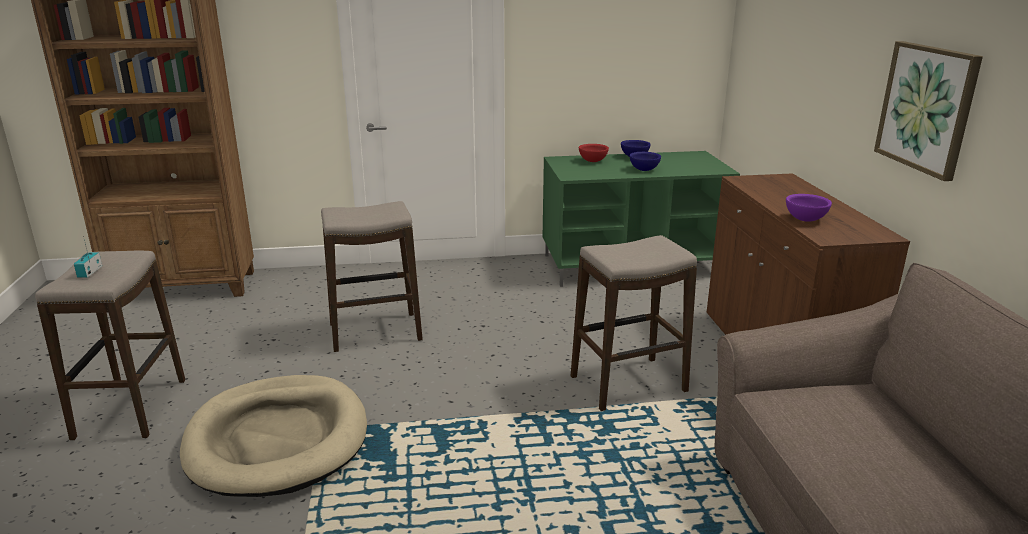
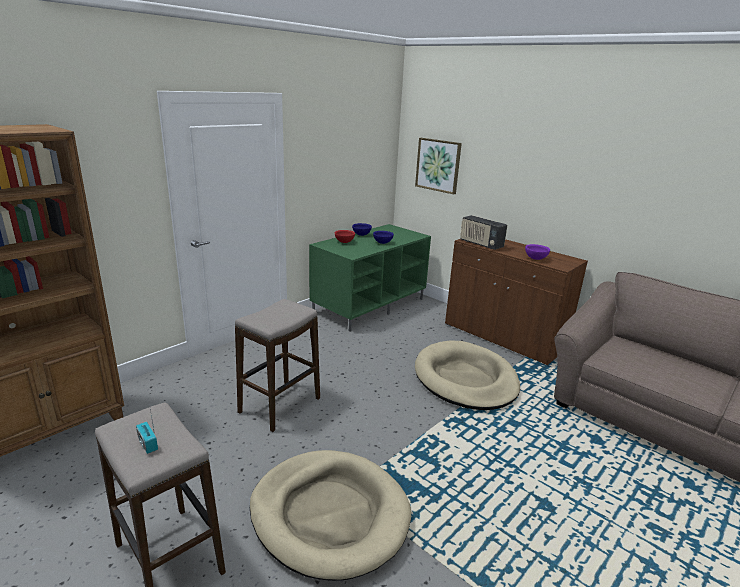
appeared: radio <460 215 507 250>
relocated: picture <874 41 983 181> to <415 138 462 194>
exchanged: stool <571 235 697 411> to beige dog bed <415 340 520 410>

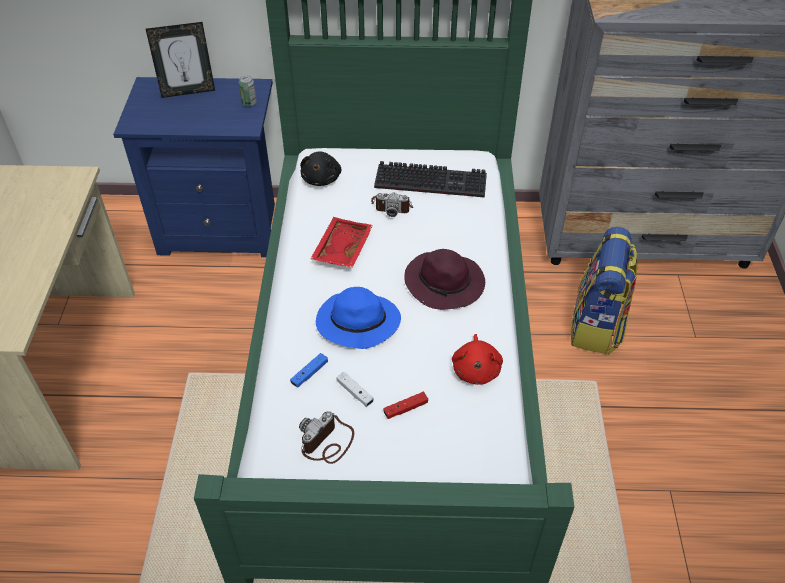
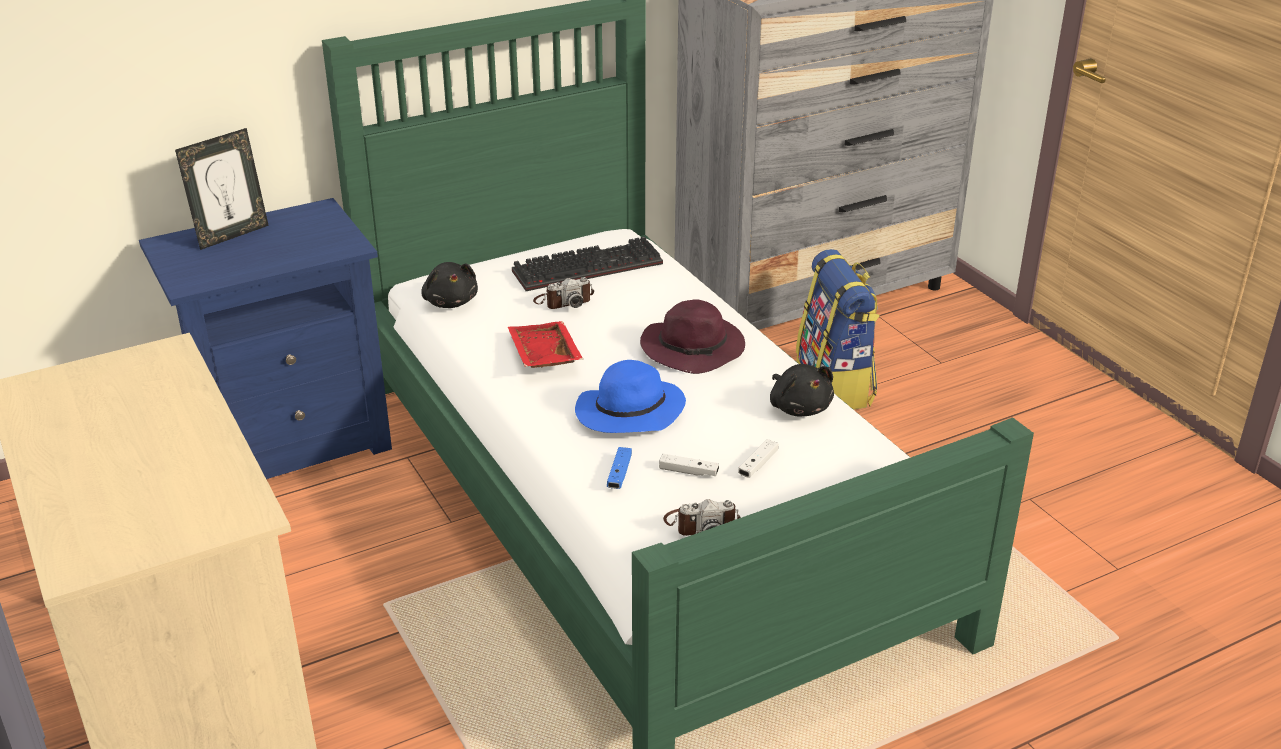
missing: can <239 76 257 107>
colour: red plush toy <452 334 503 385> to black plush toy <770 364 834 416>; red game controller <384 392 428 419> to white game controller <738 439 779 478>
spun: photo camera <299 411 354 464> = <663 499 741 536> 105 degrees counterclockwise

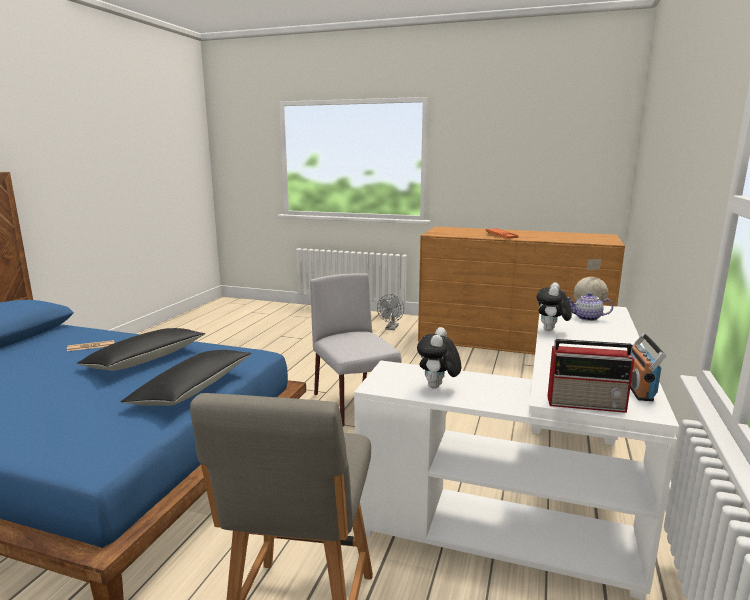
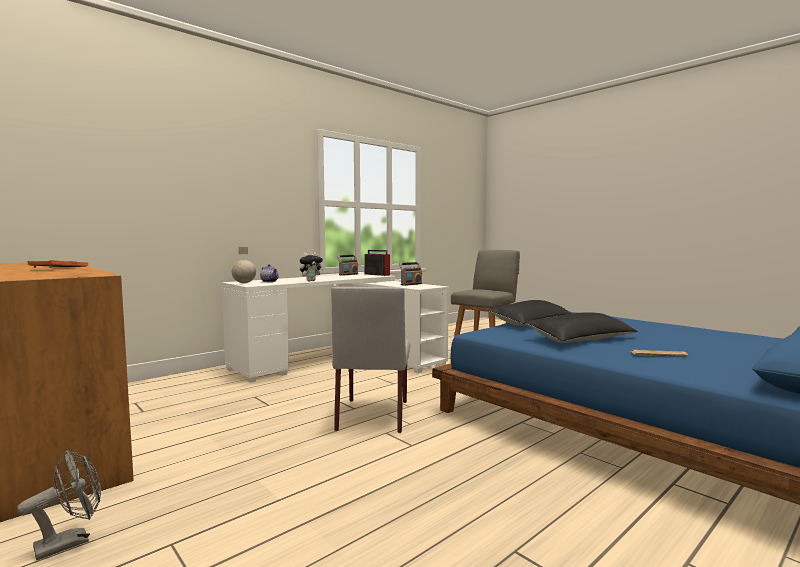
exchanged: plush toy <417 327 461 389> to radio <399 262 422 286>

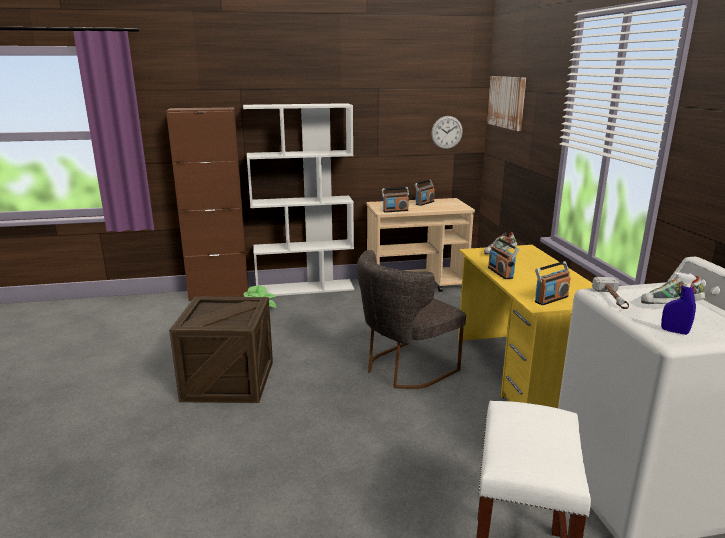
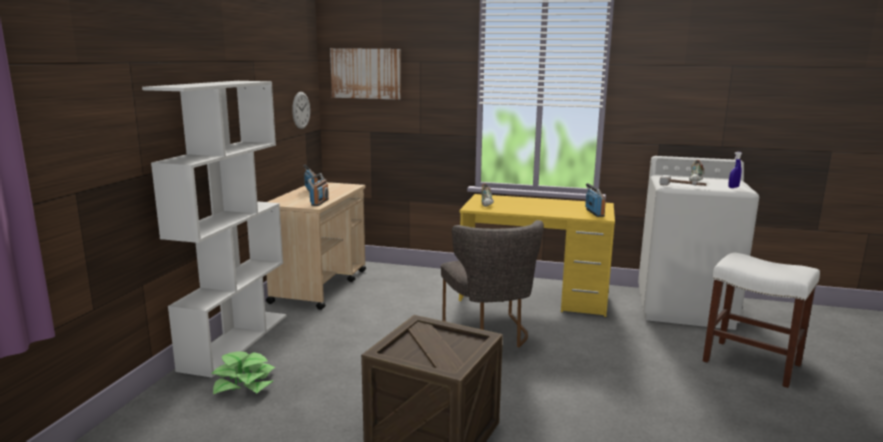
missing: brown cabinet <166 107 248 301>; radio <488 238 519 279>

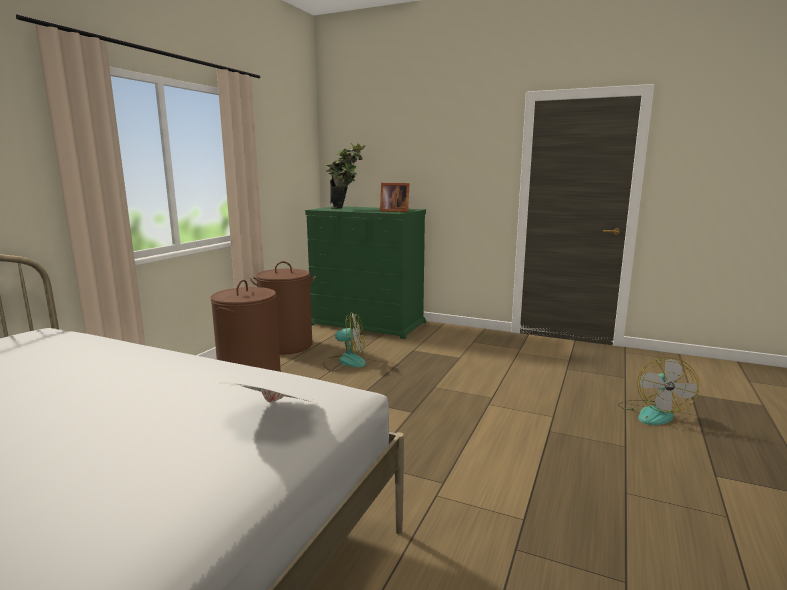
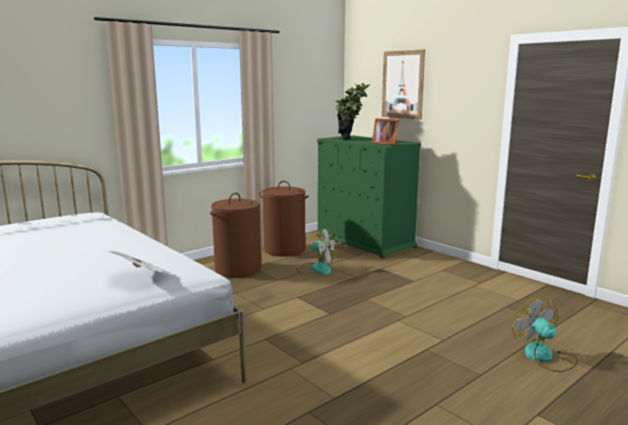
appeared: picture <382 50 425 119>
spun: fan <618 357 699 425> = <512 298 578 372> 120 degrees clockwise

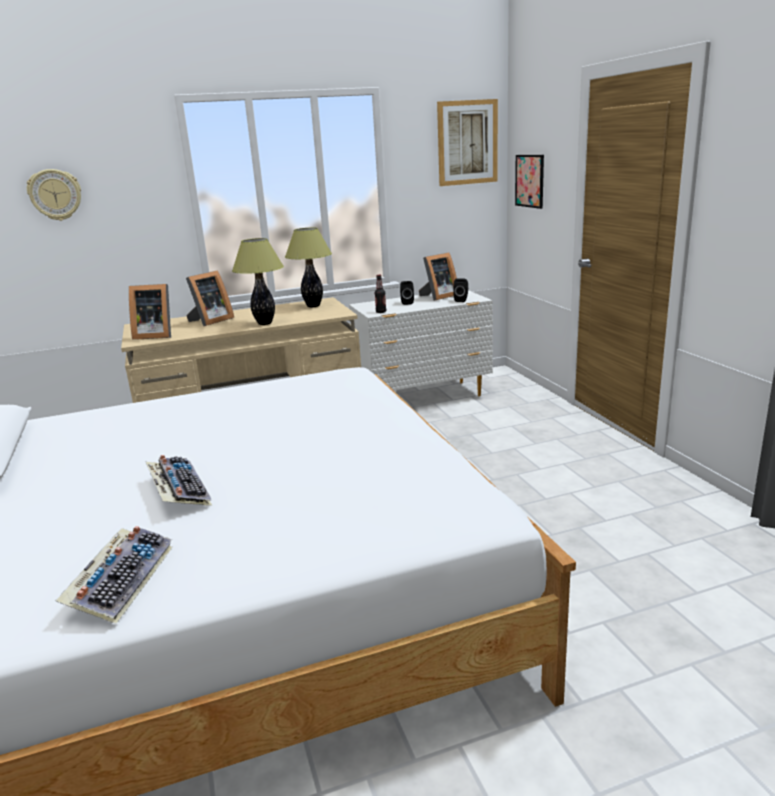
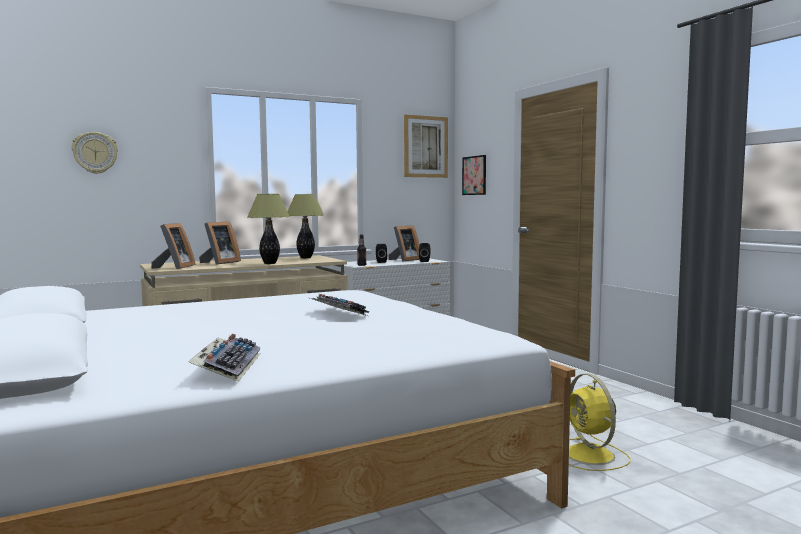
appeared: yellow fan <569 373 631 471>
relocated: keyboard <146 455 212 506> to <310 294 369 316>
spun: picture frame <129 284 171 340> = <151 223 195 269> 75 degrees counterclockwise

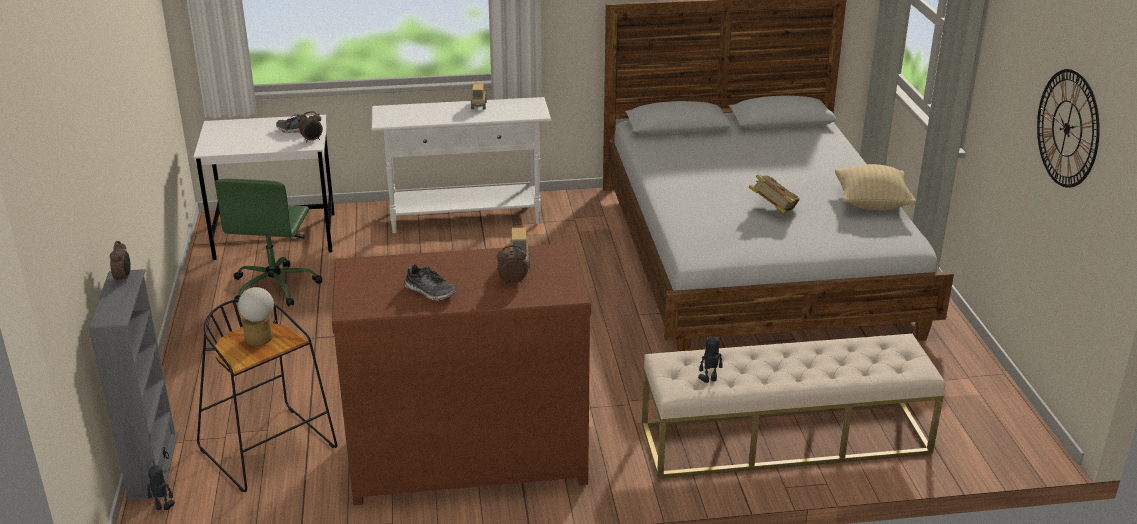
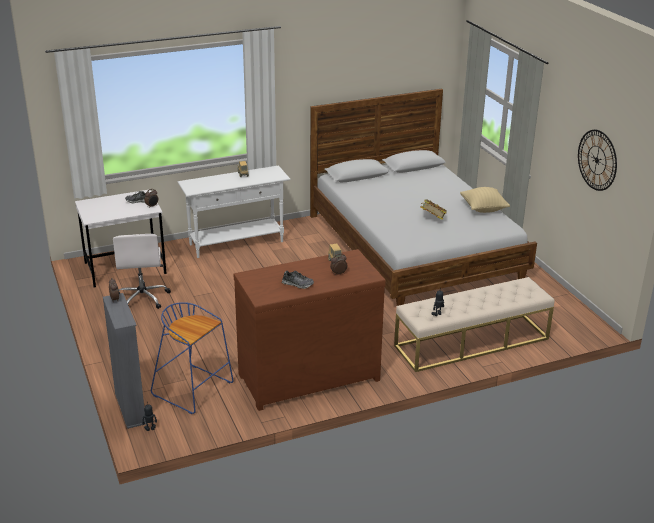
missing: table lamp <238 287 274 346>
colour: green office chair <215 179 323 306> to white office chair <113 234 171 309>; black stool <197 299 337 492> to blue stool <151 302 234 414>

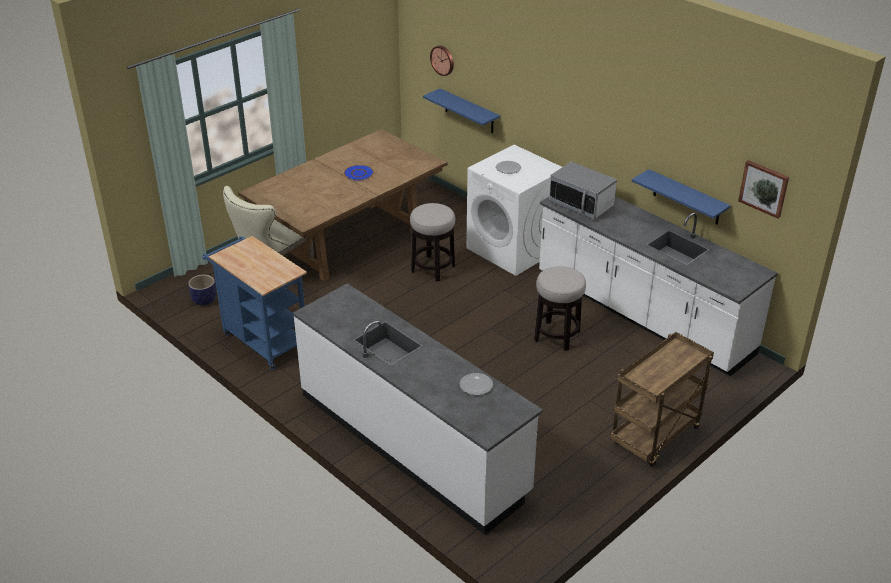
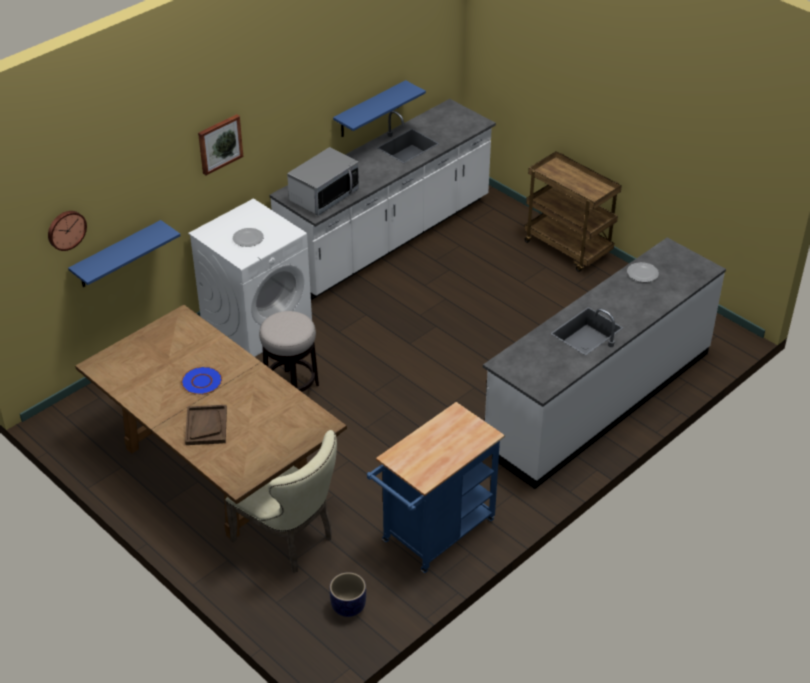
missing: stool <534 266 586 351>
appeared: brown tray <185 405 227 445>
relocated: picture <738 160 789 219> to <198 114 243 175>

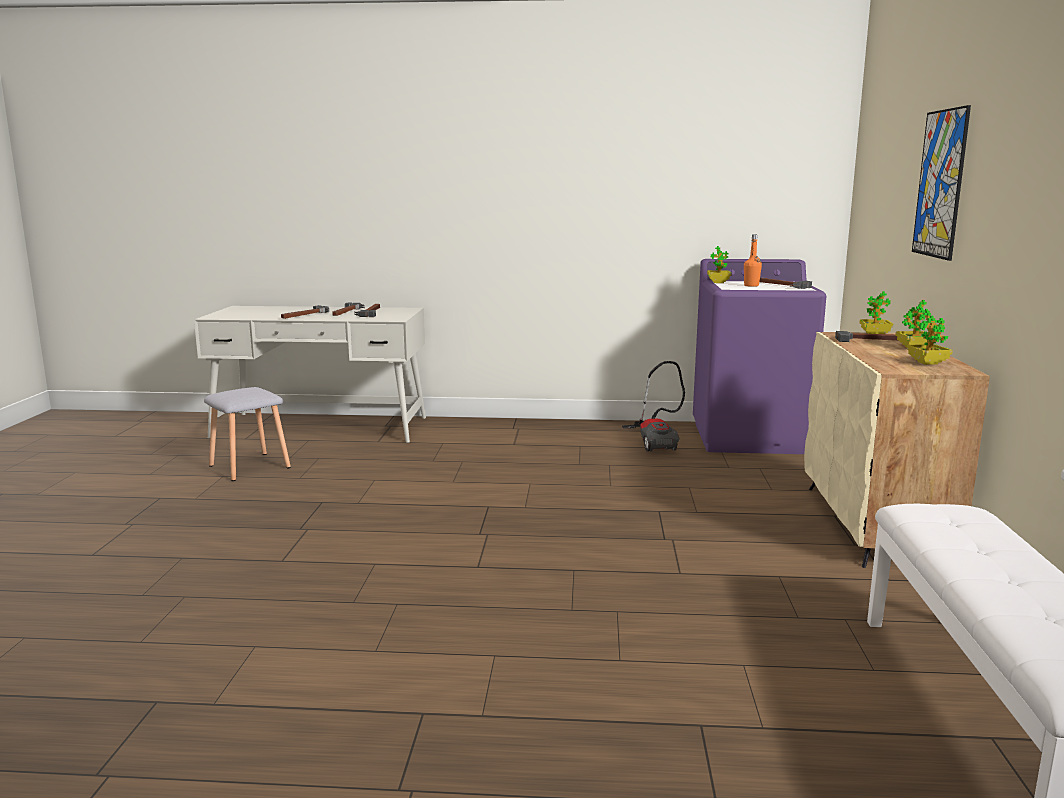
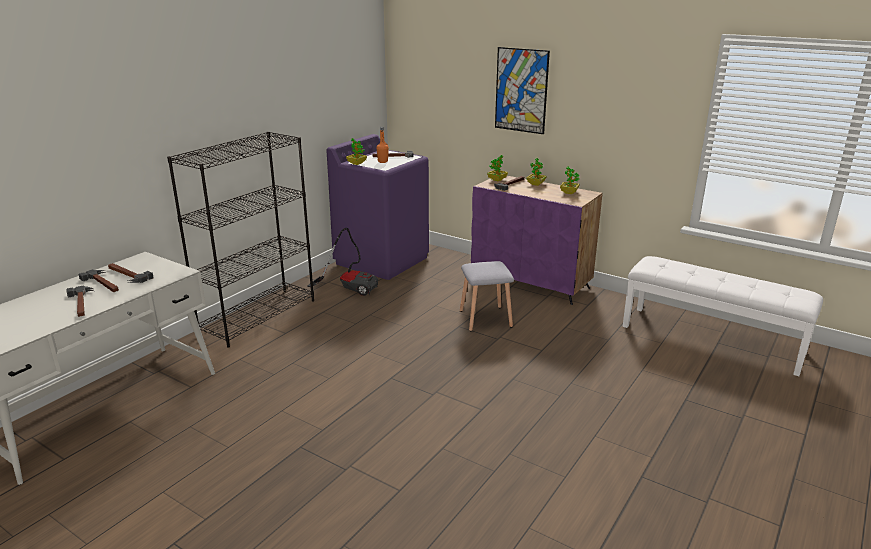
appeared: black bookcase <167 131 314 347>
relocated: grey stool <204 387 291 481> to <460 261 514 331>
colour: beige cabinet <804 332 990 568> to purple cabinet <471 176 602 305>

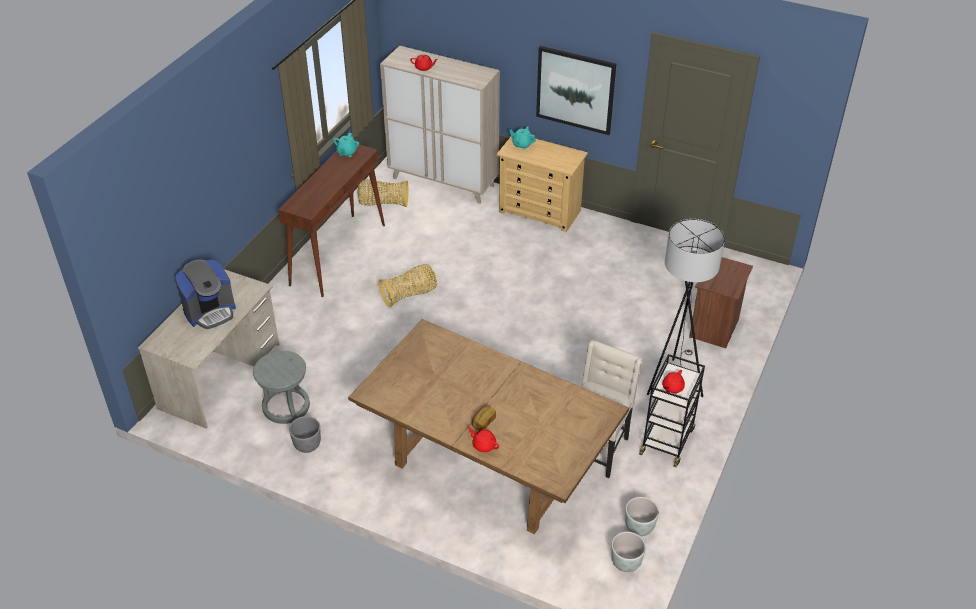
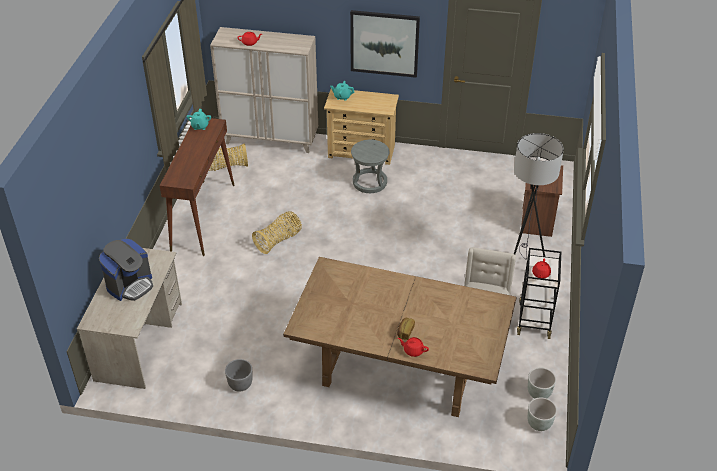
relocated: grey stool <253 351 310 424> to <351 140 389 193>

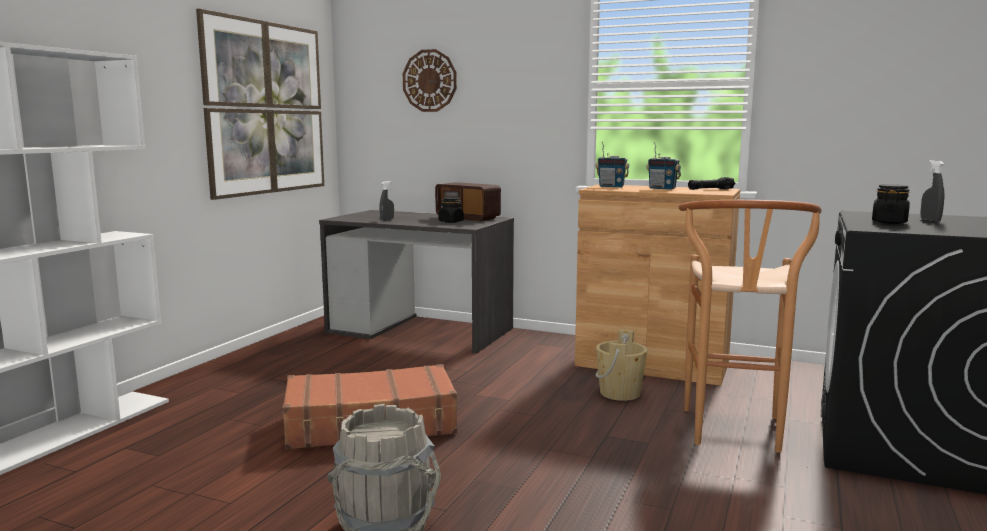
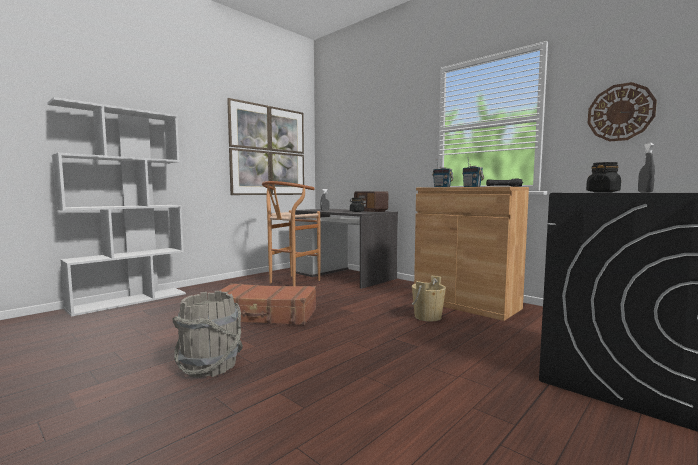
relocated: wall clock <403 49 457 112> to <588 82 657 142>; brown stool <679 200 822 453> to <262 181 321 286>

